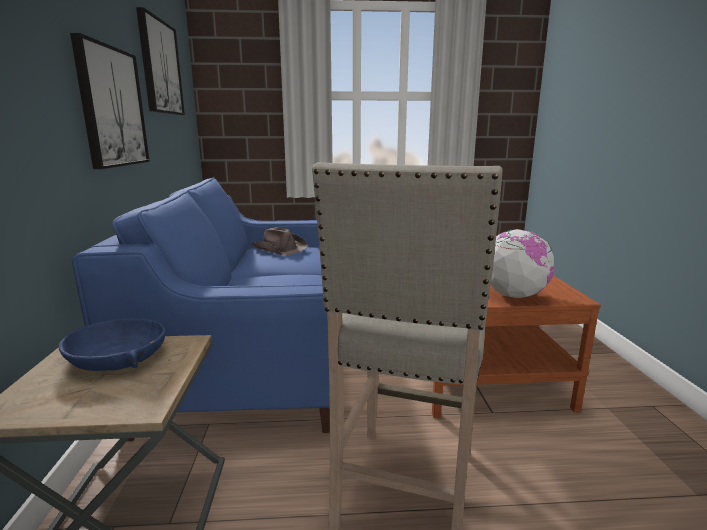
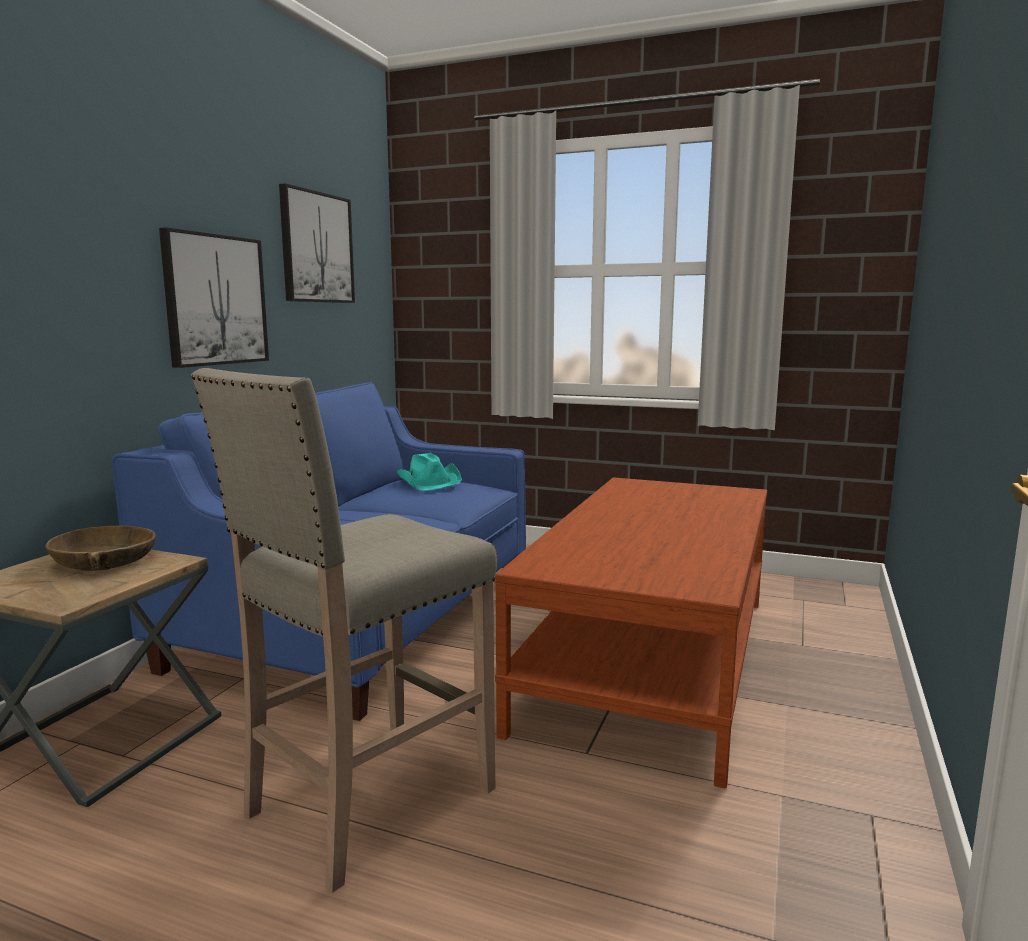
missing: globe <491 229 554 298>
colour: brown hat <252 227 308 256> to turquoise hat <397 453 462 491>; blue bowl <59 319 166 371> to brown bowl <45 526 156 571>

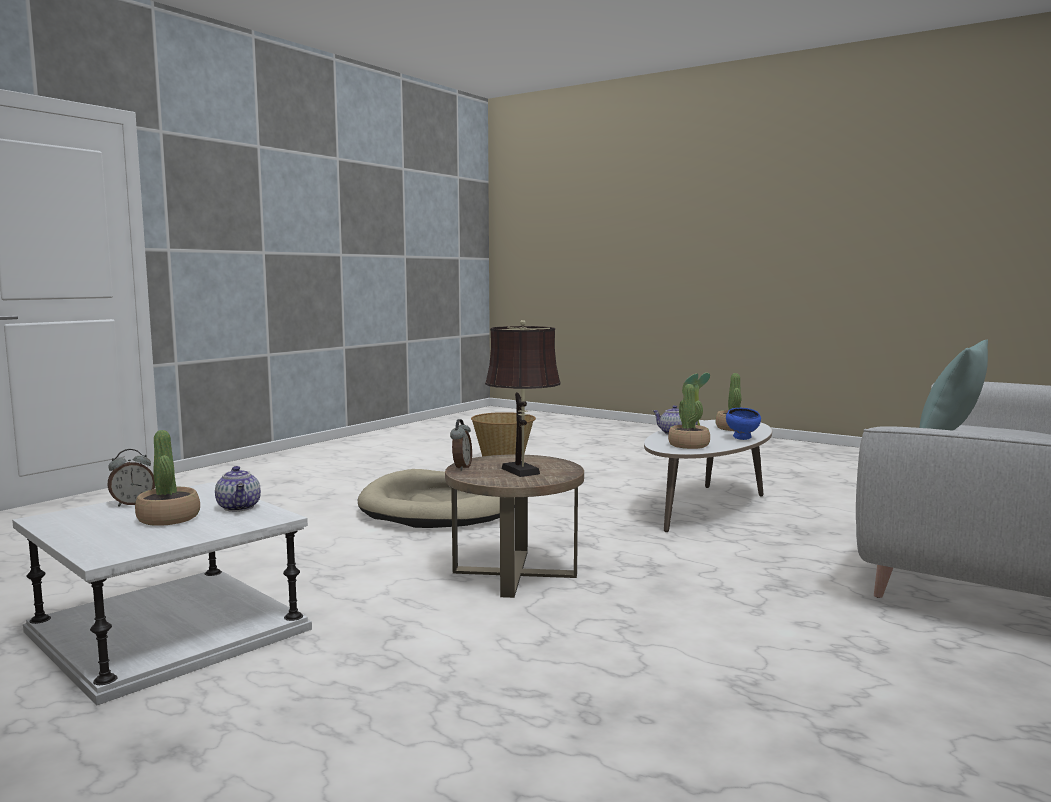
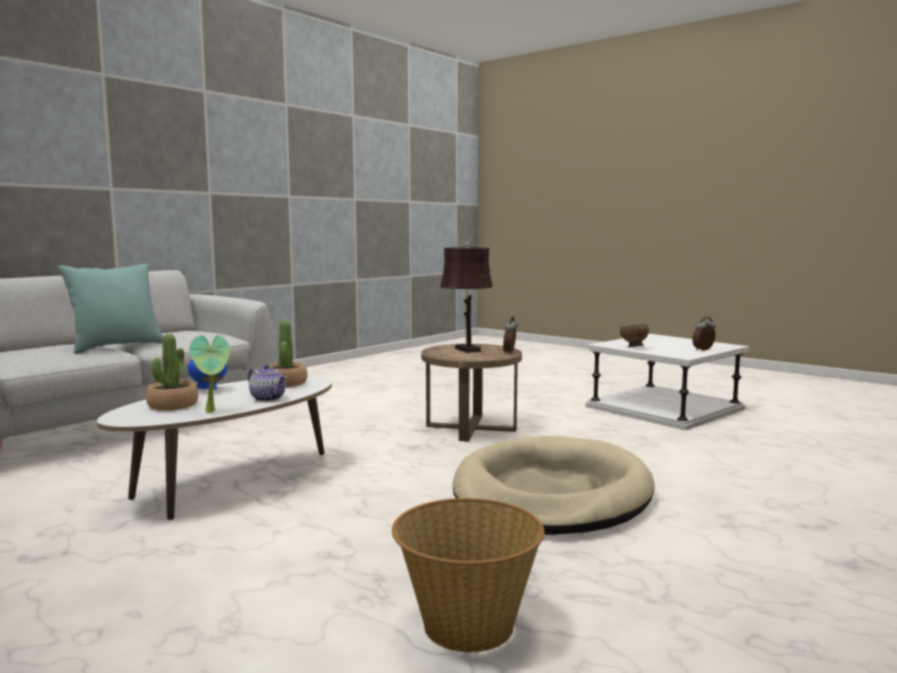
missing: potted plant <135 430 200 526>
exchanged: teapot <215 466 261 512> to brown bowl <620 324 649 347>

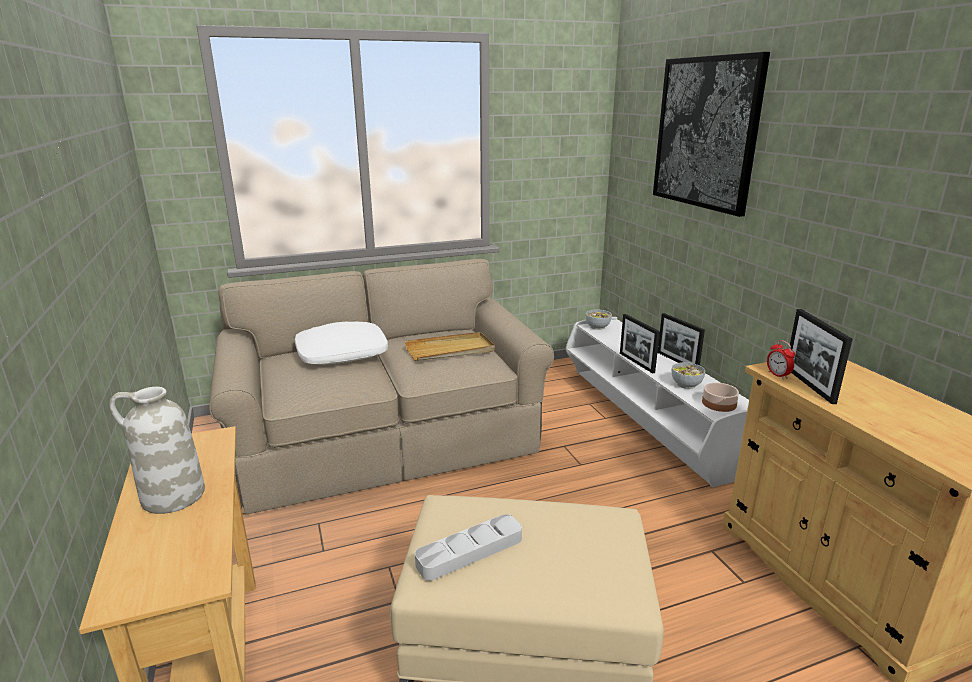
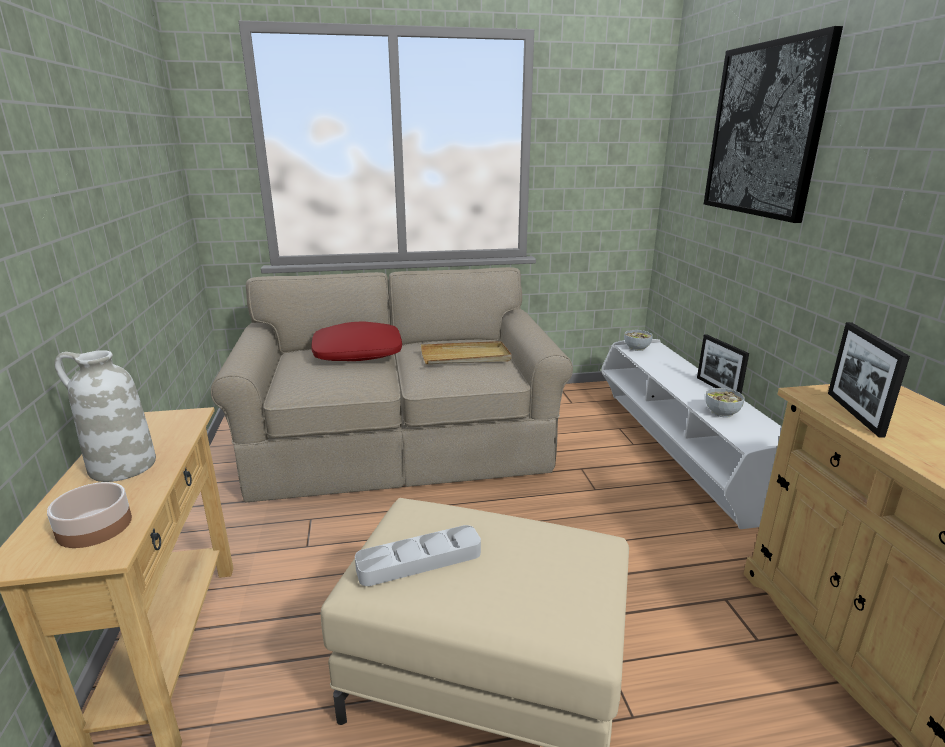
missing: picture frame <620 314 660 374>; alarm clock <767 340 795 379>
relocated: bowl <702 383 739 412> to <47 482 132 548>
colour: white pillow <295 321 388 365> to red pillow <311 322 402 361>

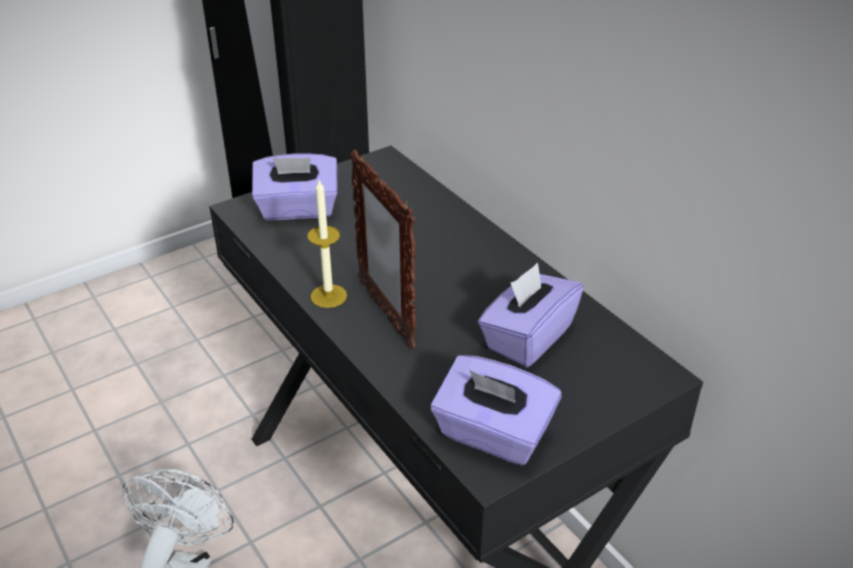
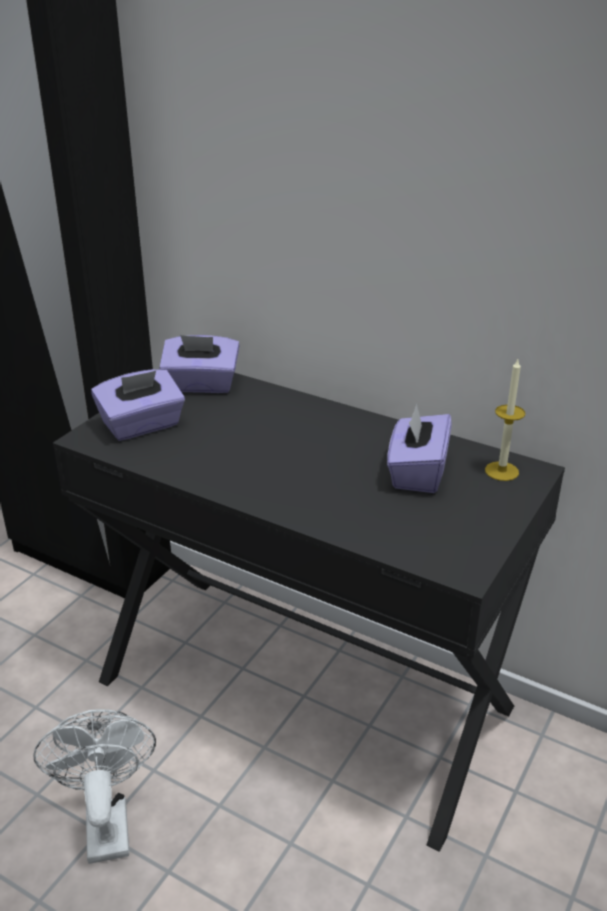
missing: picture frame <350 150 416 349>
relocated: candle <307 180 347 308> to <485 359 525 481>; purple tissue box <431 355 561 465> to <159 335 240 393>

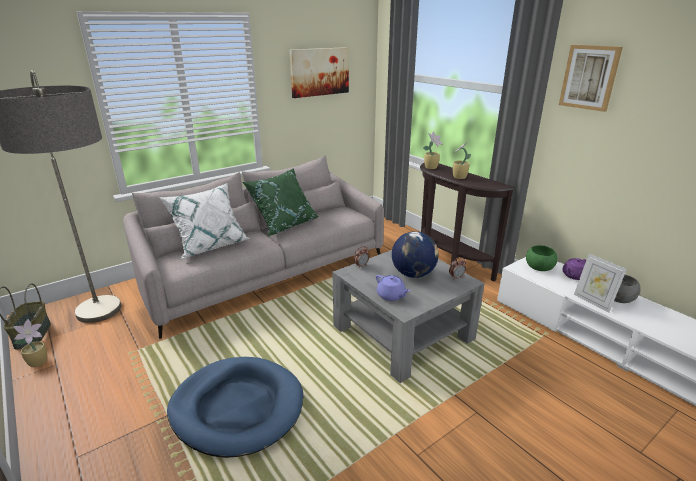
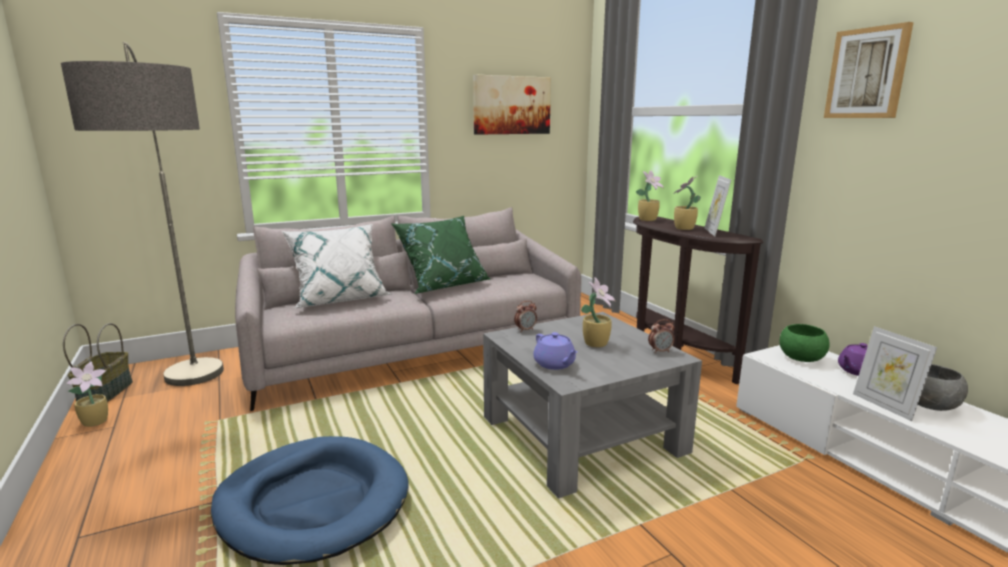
appeared: picture frame <704 175 731 236>
exchanged: globe <392 231 439 278> to potted plant <581 277 615 348>

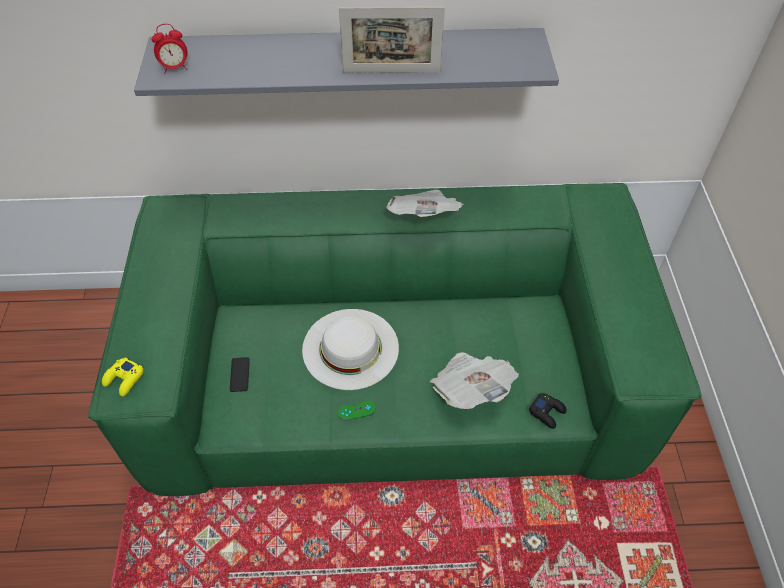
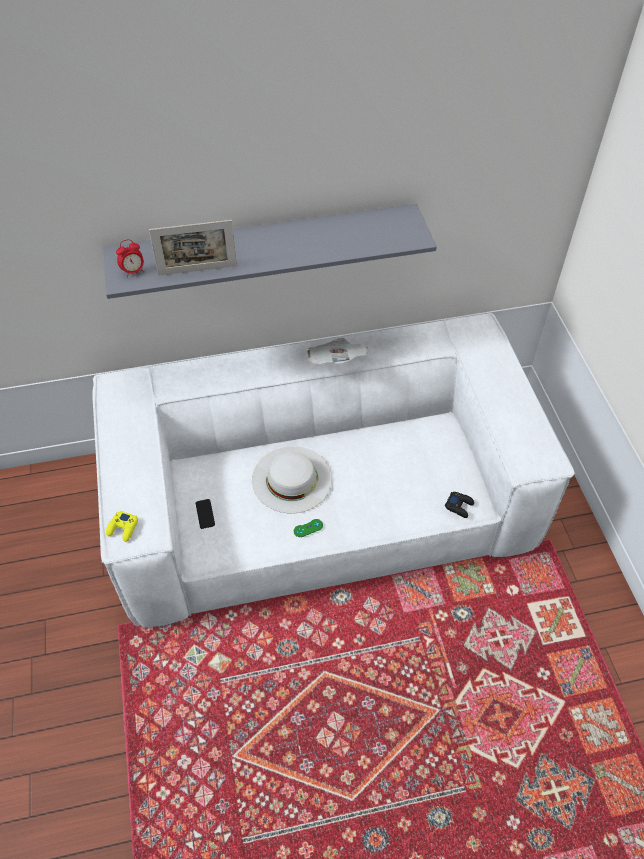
missing: newspaper <430 352 519 409>
relocated: picture frame <339 7 445 73> to <149 220 237 275>
colour: green sofa <88 183 702 496> to white sofa <92 313 575 627>

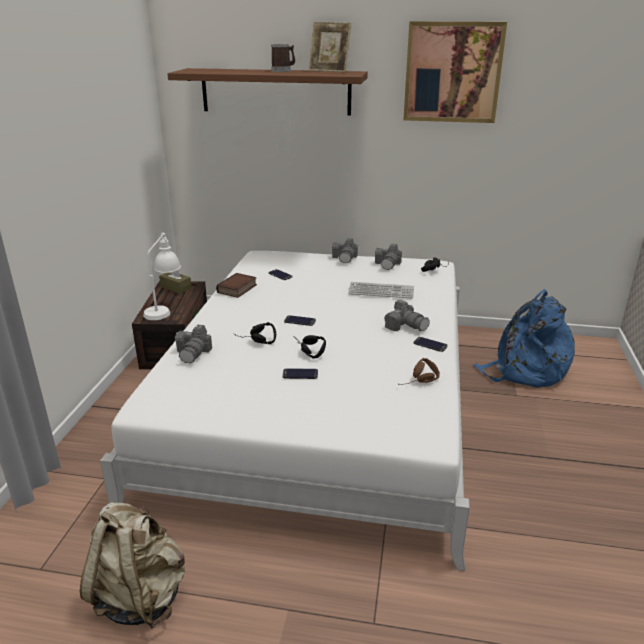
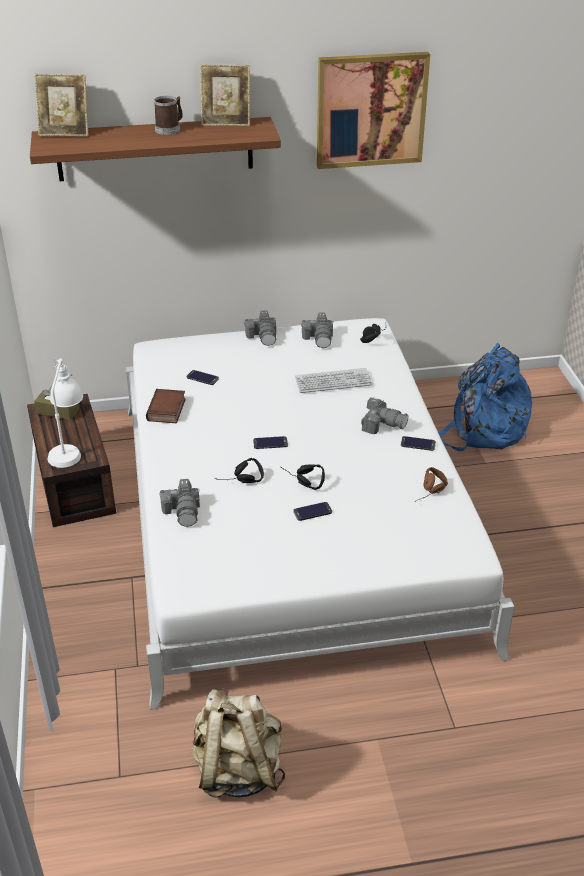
appeared: picture frame <35 74 88 137>

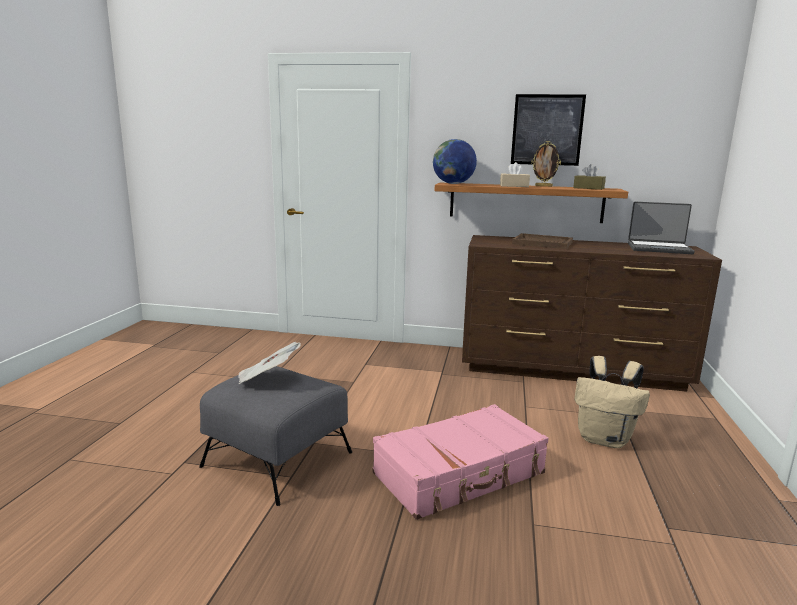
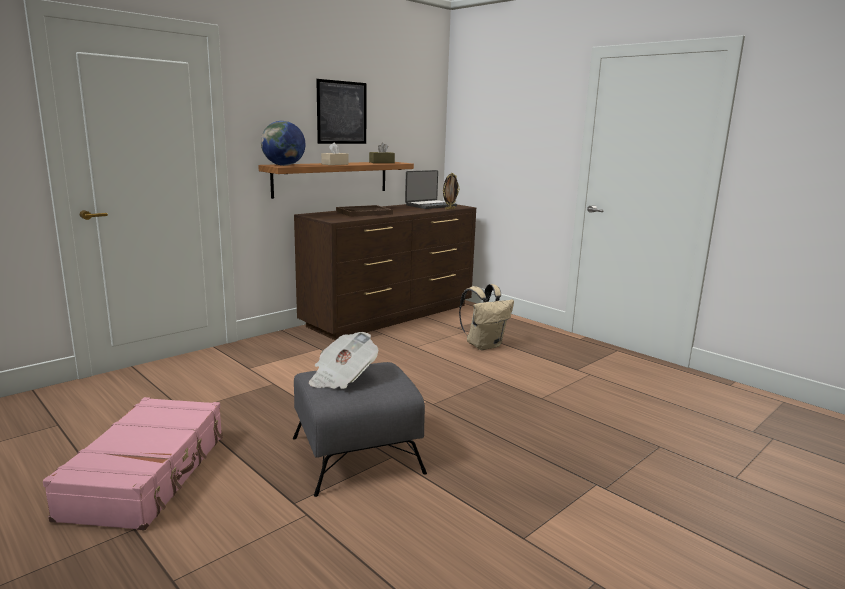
relocated: picture frame <531 141 561 187> to <443 173 460 210>; pink suitcase <373 404 549 520> to <43 397 223 531>

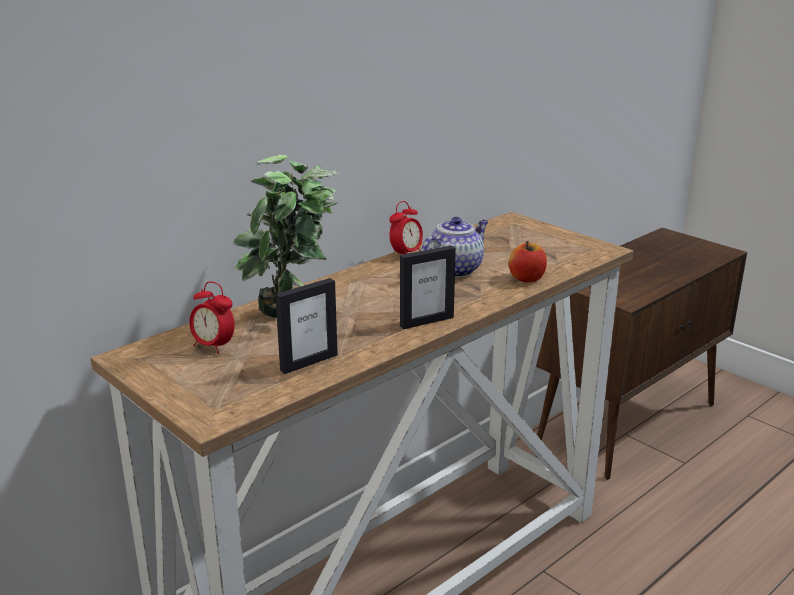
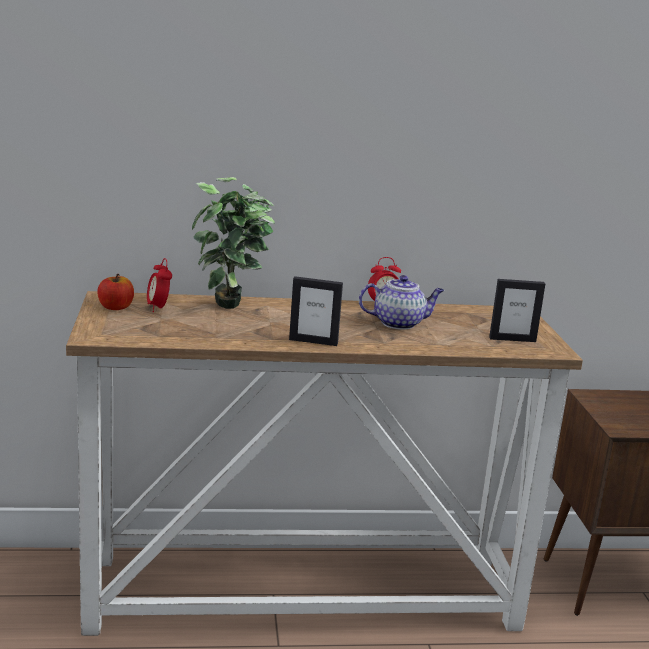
relocated: apple <509 241 547 282> to <97 274 134 310>; picture frame <275 278 338 374> to <489 279 545 342>

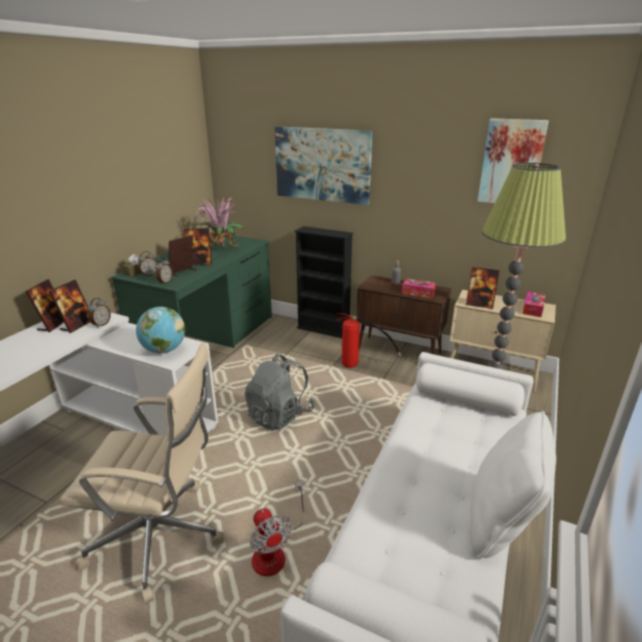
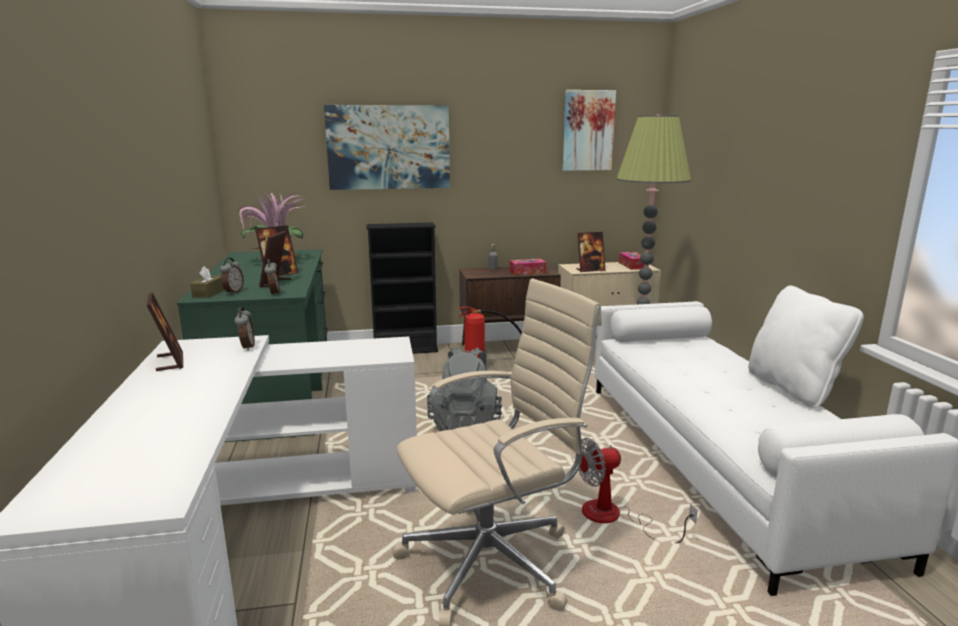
missing: picture frame <49 279 90 333>; globe <136 307 185 353>
spun: fan <250 480 304 576> = <575 438 698 543> 135 degrees clockwise

